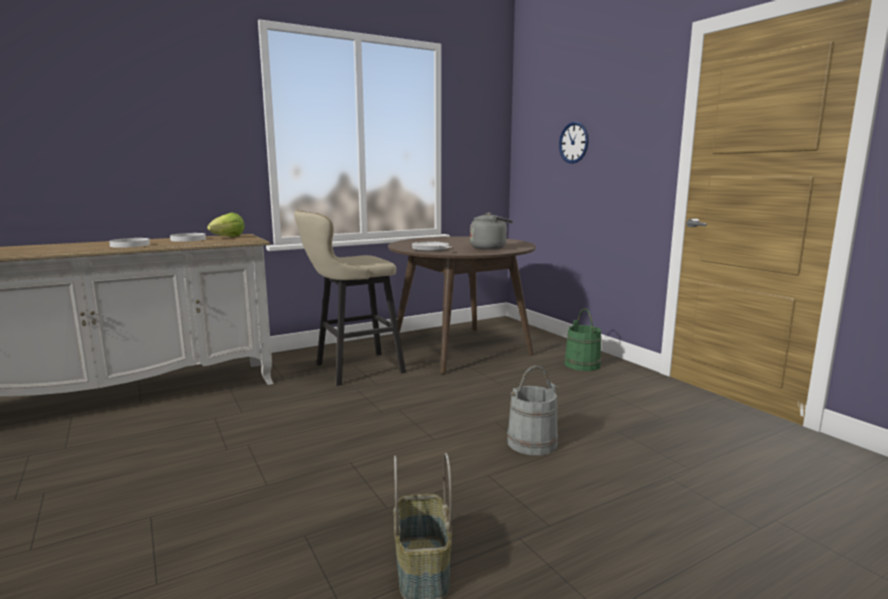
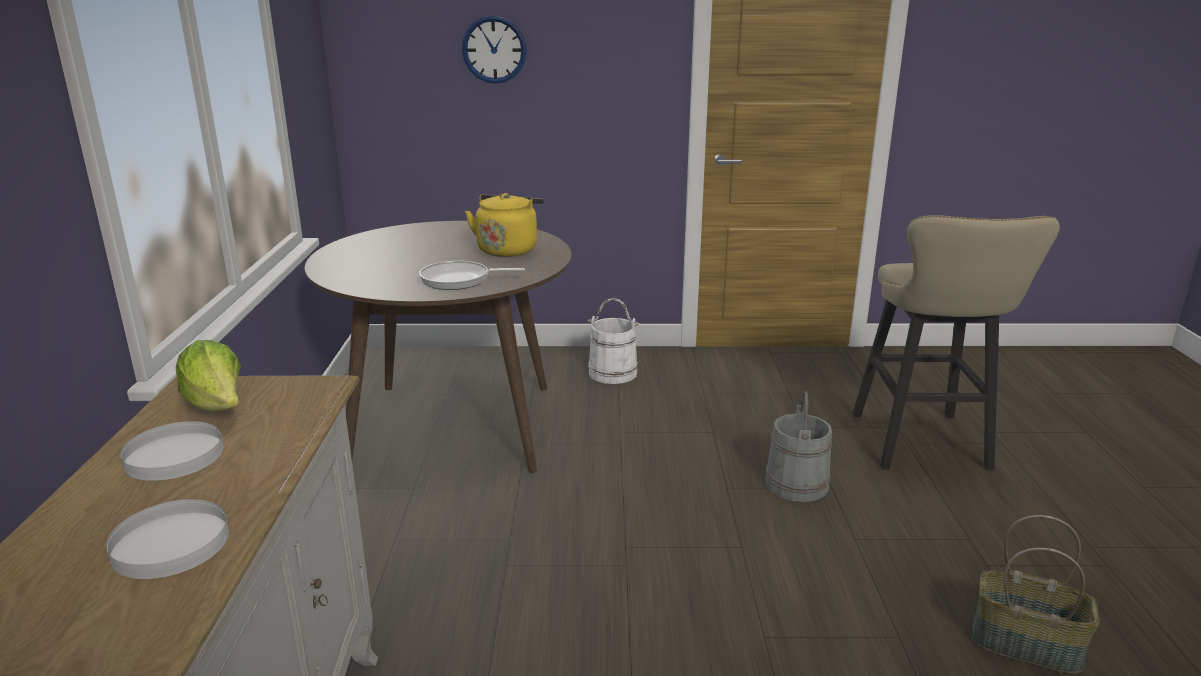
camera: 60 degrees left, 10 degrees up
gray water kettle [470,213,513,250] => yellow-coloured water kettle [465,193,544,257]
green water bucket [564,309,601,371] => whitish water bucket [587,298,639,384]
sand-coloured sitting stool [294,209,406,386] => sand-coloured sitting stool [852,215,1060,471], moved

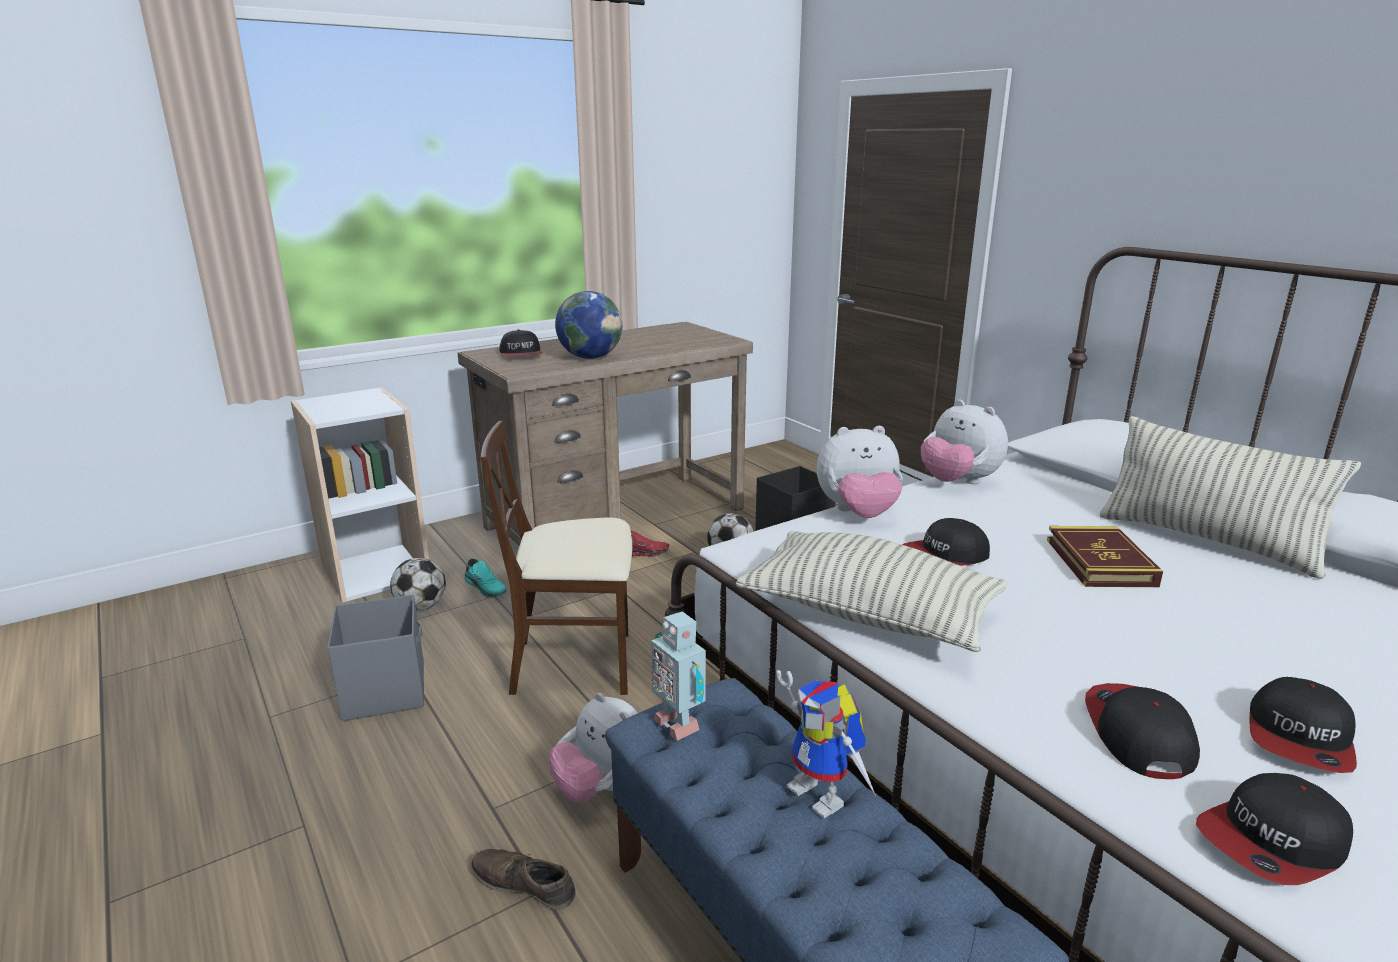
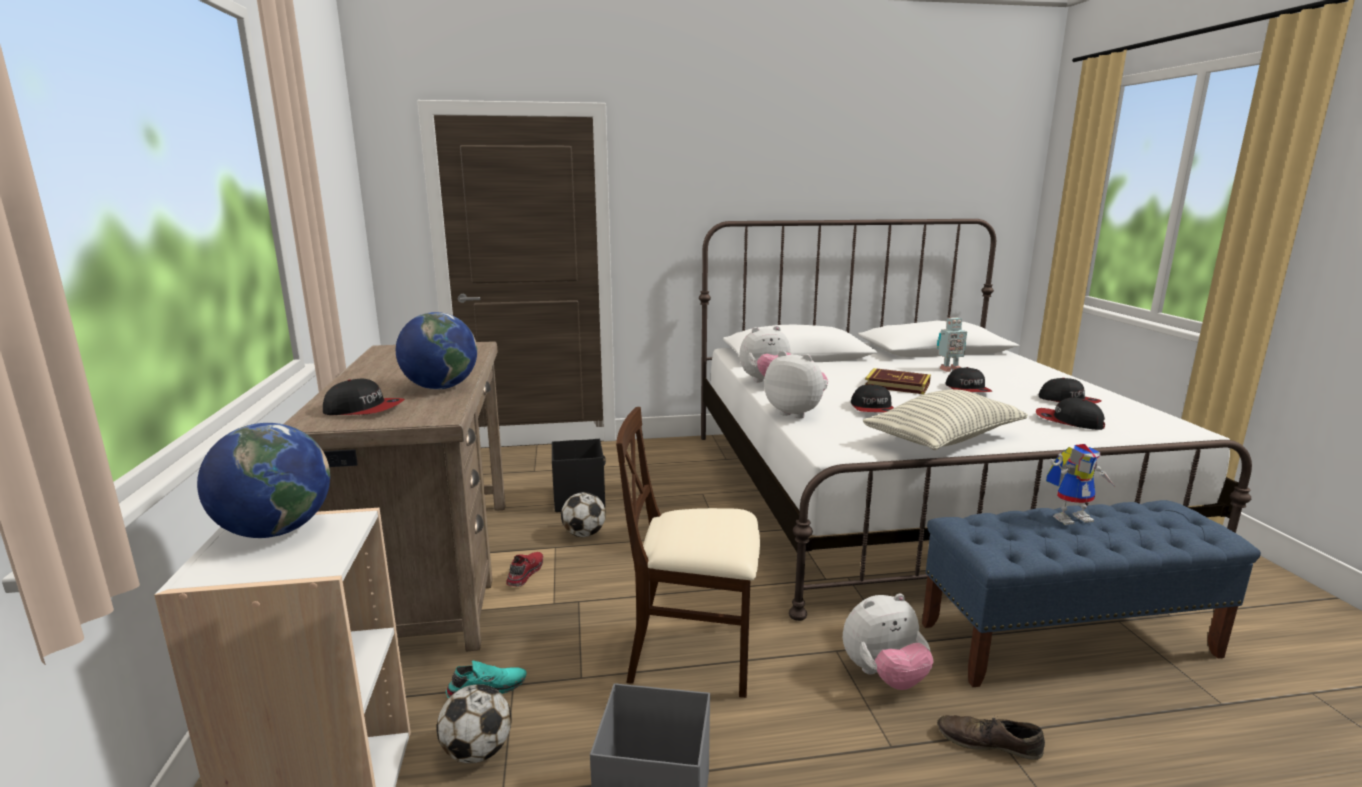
camera: 65 degrees left, 5 degrees down
nothing => world globe [197,423,330,538]
sand-coloured chair [481,421,632,695] => sand-coloured chair [616,407,760,698], 75 degrees clockwise
soft toy [817,426,903,518] => soft toy [764,351,828,418], 75 degrees counterclockwise
robot figure [651,611,706,741] => robot figure [937,317,967,372], moved
brown item of footwear [471,849,576,910] => brown item of footwear [937,715,1045,760], 60 degrees clockwise
cap [1196,773,1353,885] => cap [945,367,992,392], moved
pillow [1100,416,1361,579] => nothing

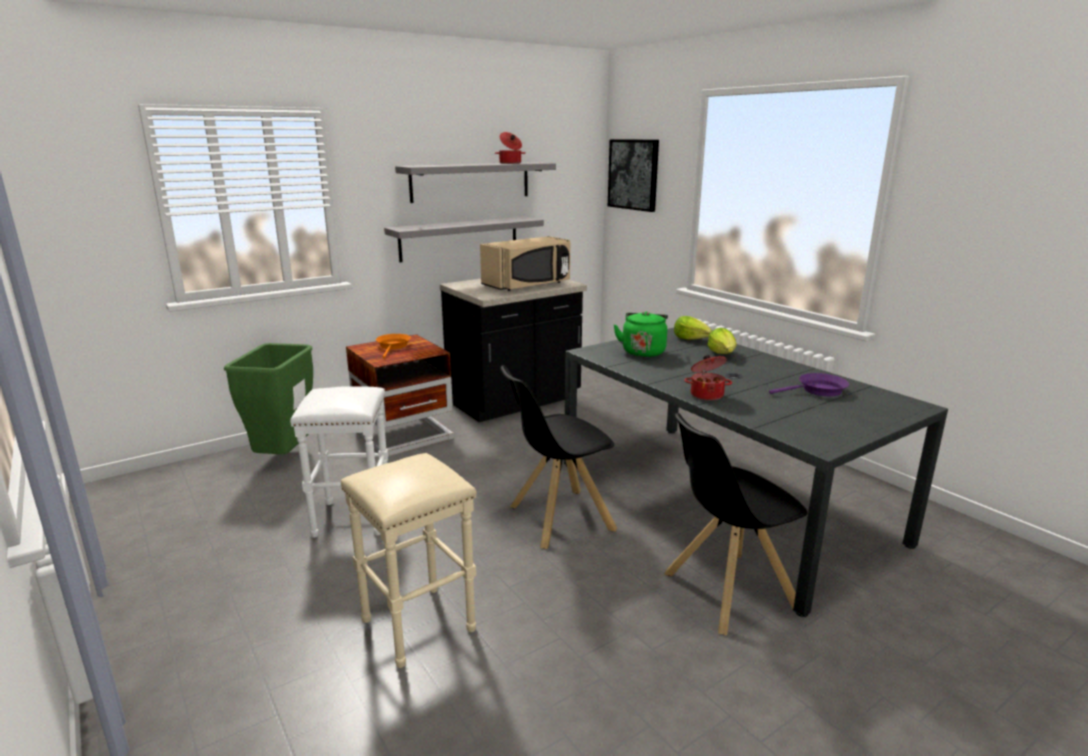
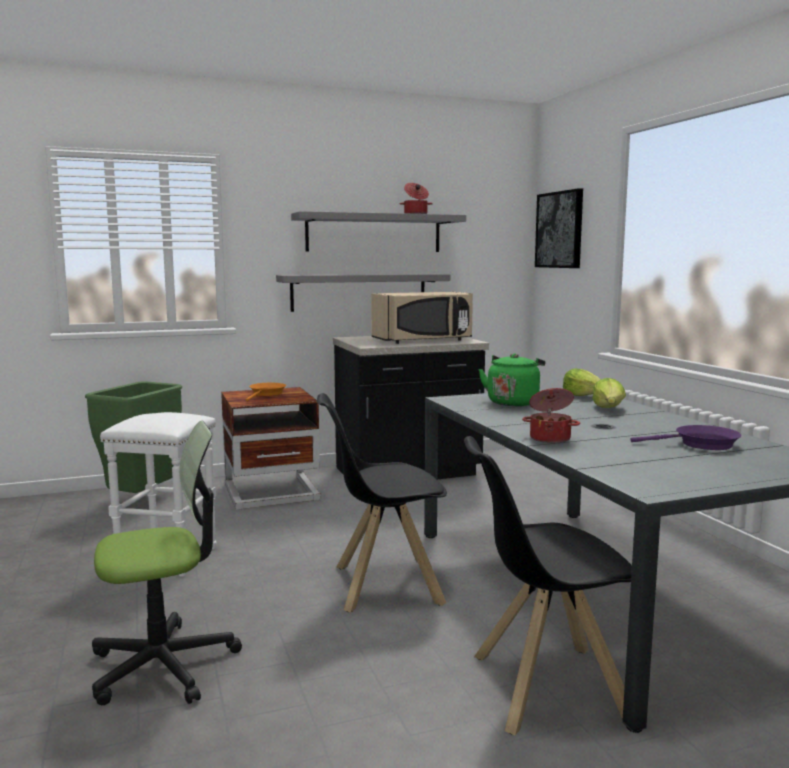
camera: 15 degrees right, 10 degrees down
sand-coloured sitting stool [341,453,476,668] => computer chair [92,421,242,705]

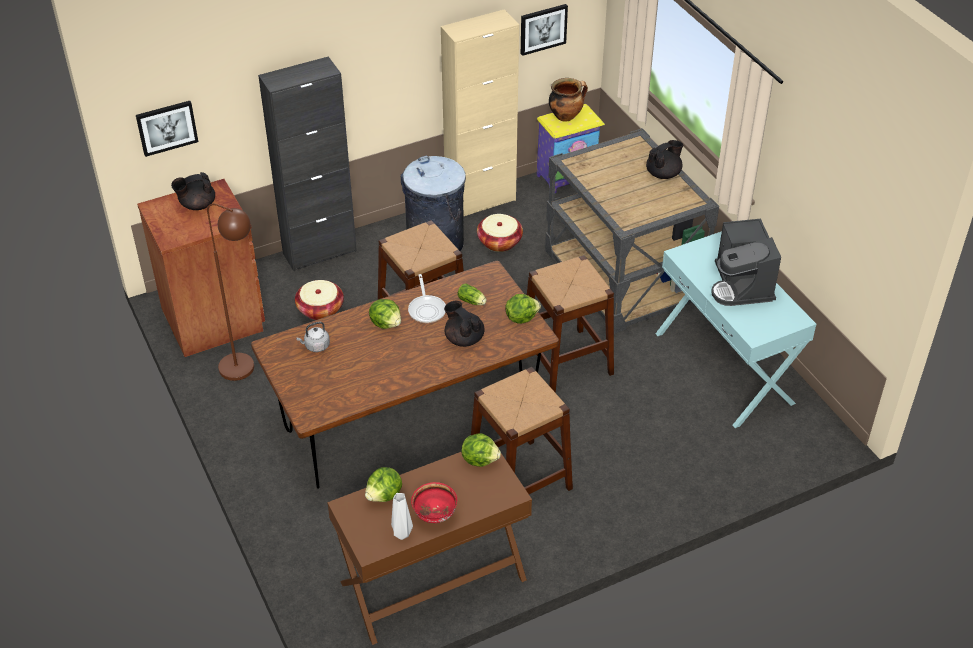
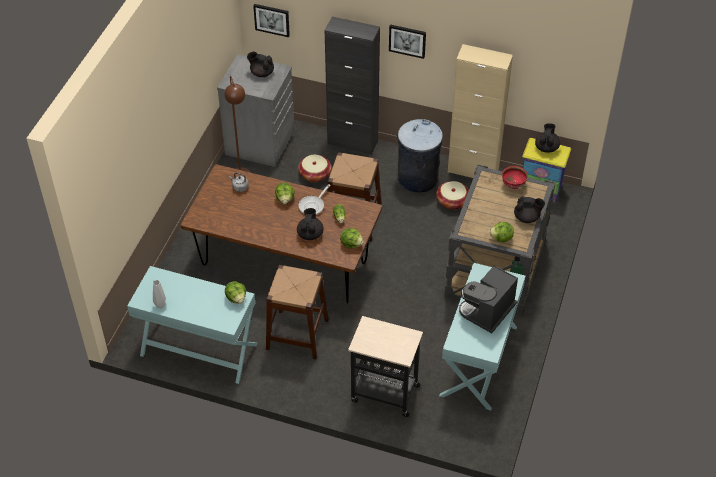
camera: 45 degrees right, 5 degrees up
brown narrow table [327,452,532,645] => blue-green narrow table [127,266,258,384]
brown chest of drawers [137,179,265,357] => gray chest of drawers [217,54,295,167]
nothing => wheeled cart [348,316,423,417]
wall art [521,4,568,56] => wall art [389,24,426,59], moved
lettuce [365,467,402,502] => lettuce [489,222,514,242], moved
red deep dish [411,482,457,523] => red deep dish [502,166,528,189], moved
saucepot [549,78,588,122] => black pot for tea [535,123,560,153]
brown sitting stool [527,255,614,393] => nothing

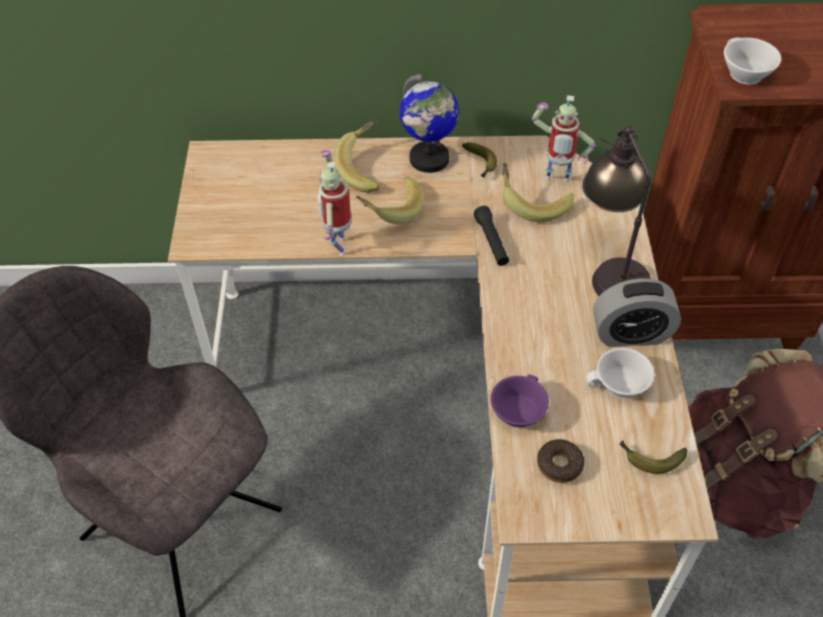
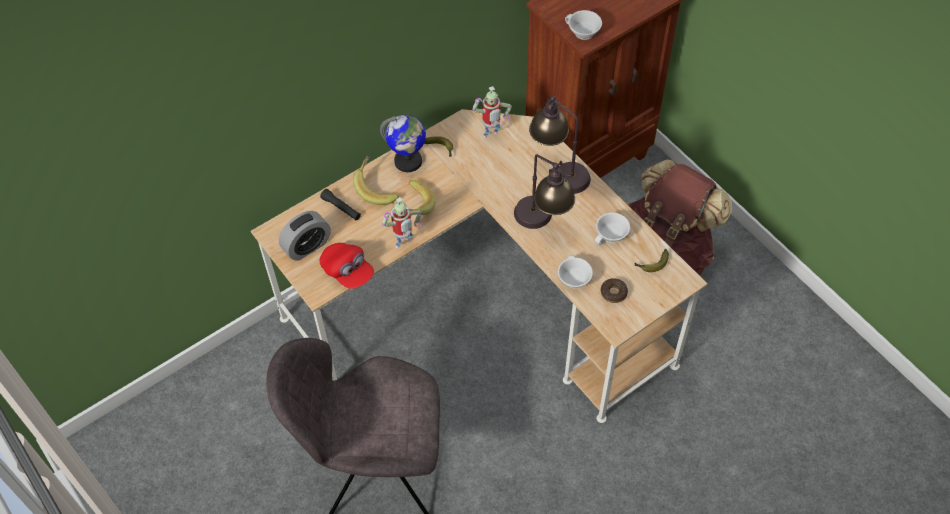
camera: 35 degrees left, 5 degrees up
bedside clock [593,278,681,347] => bedside clock [279,211,331,261], moved
black torch [474,206,509,266] => black torch [320,189,361,220], moved
nothing => red cap [320,243,374,289]
robot figure [318,150,351,256] => robot figure [382,197,422,248], 90 degrees counterclockwise
nothing => table lamp [514,154,575,229]
purple-coloured drinking cup [490,374,549,427] => whitish drinking cup [558,255,593,288]
whole banana [502,163,574,222] => nothing

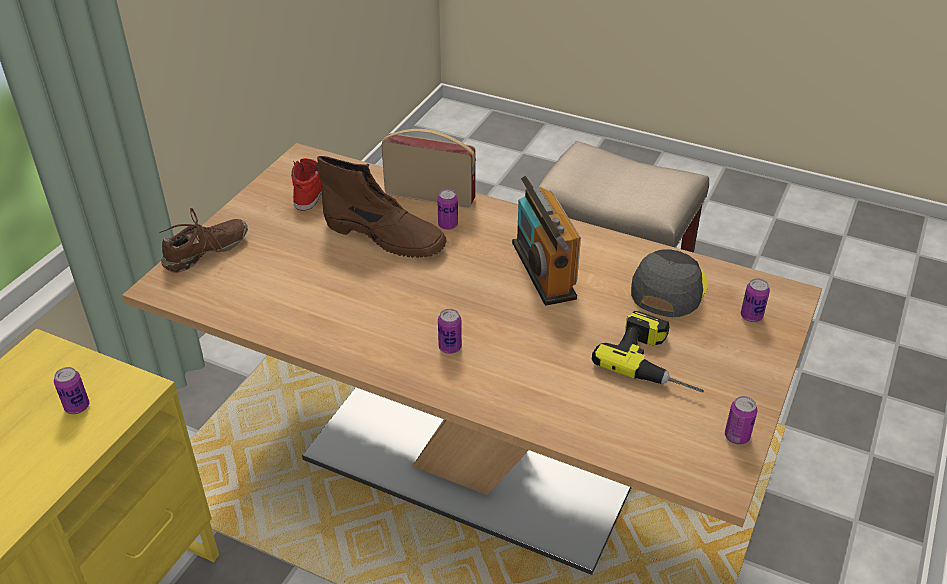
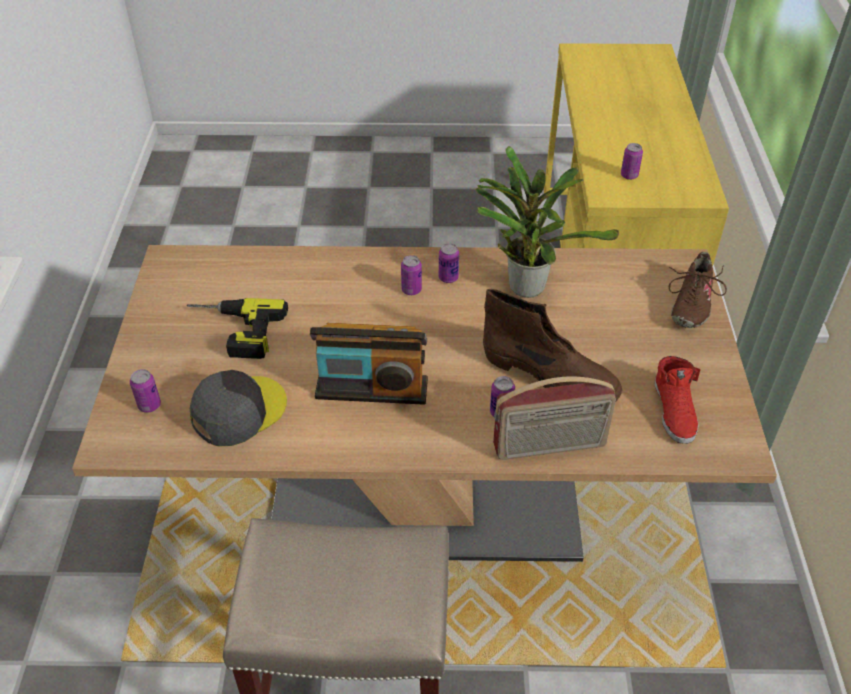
camera: 155 degrees right, 5 degrees up
gray cap [631,249,708,317] => gray cap [190,370,287,447], 135 degrees counterclockwise
radio [512,176,581,306] => radio [310,323,428,405], 135 degrees clockwise
metal can [725,396,757,445] => metal can [439,243,459,283], moved
nothing => plant in a pot [475,146,619,298]
brown high-top boot [317,156,447,258] => brown high-top boot [483,289,622,401], 150 degrees counterclockwise

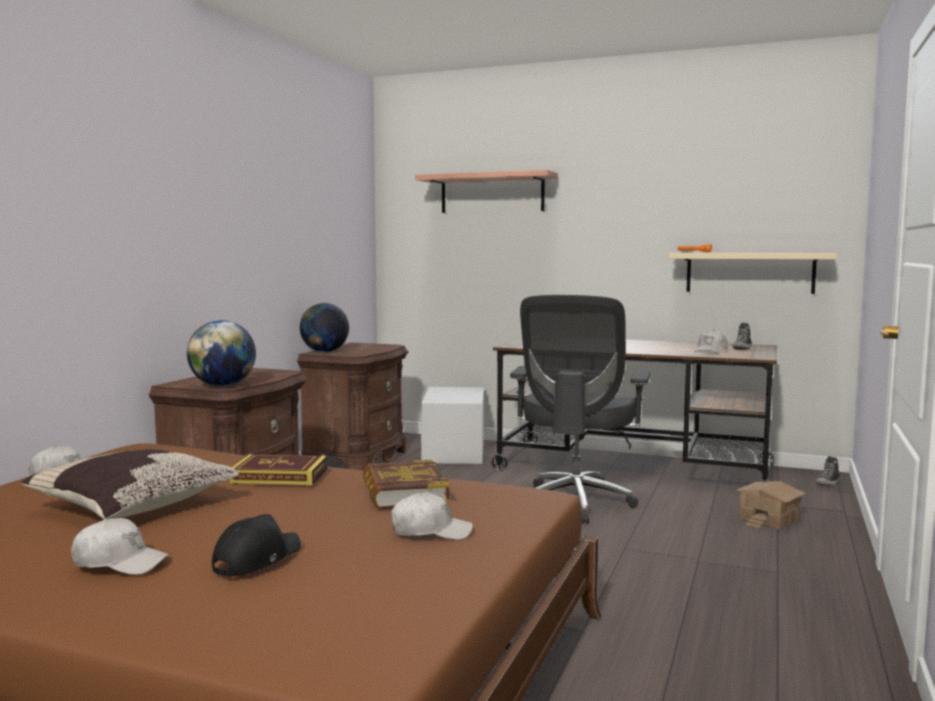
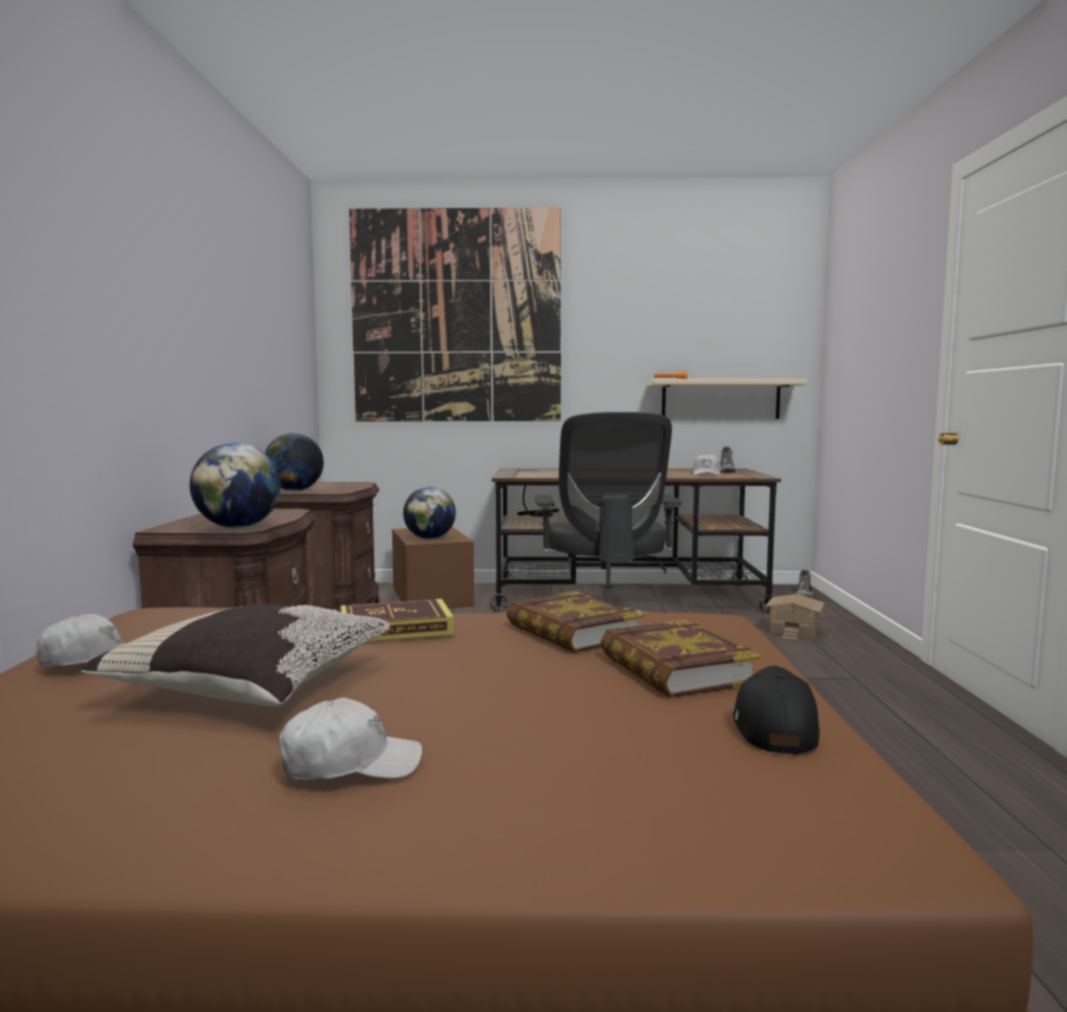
camera: 20 degrees left, 0 degrees up
shelf [415,170,558,213] => wall art [349,208,561,421]
whitish storage bin [421,387,484,464] => brown storage bin [392,527,474,609]
nothing => world globe [403,487,456,539]
whitish cap [391,492,473,540] => book [601,620,761,698]
black cap [212,514,301,577] => black cap [733,665,820,755], moved

